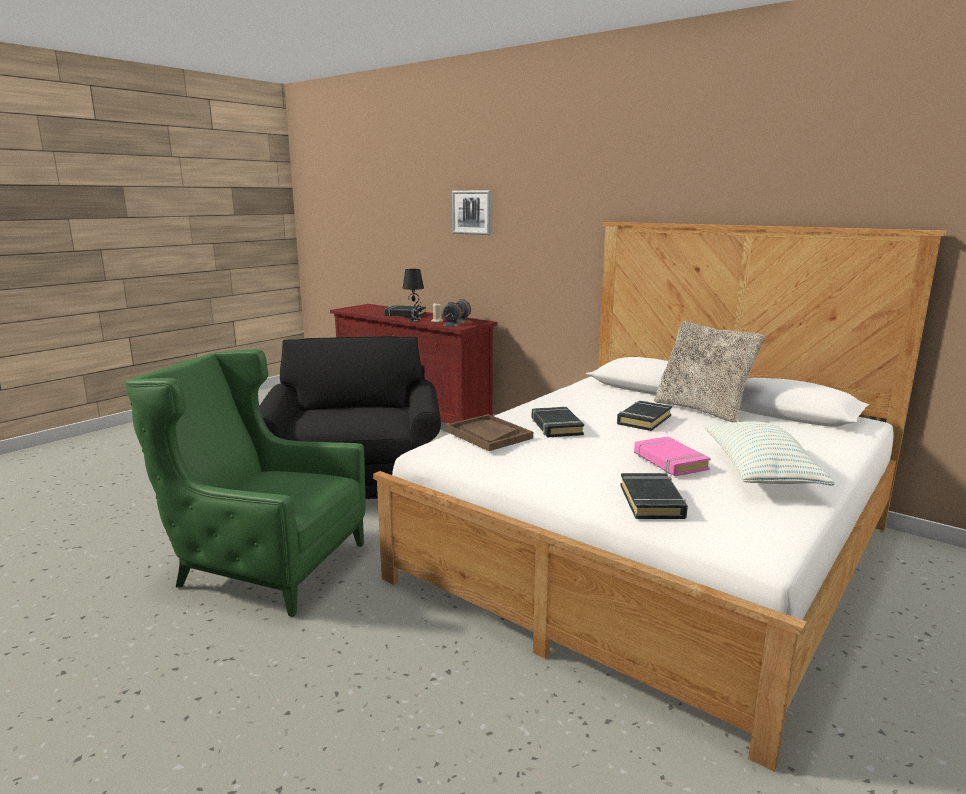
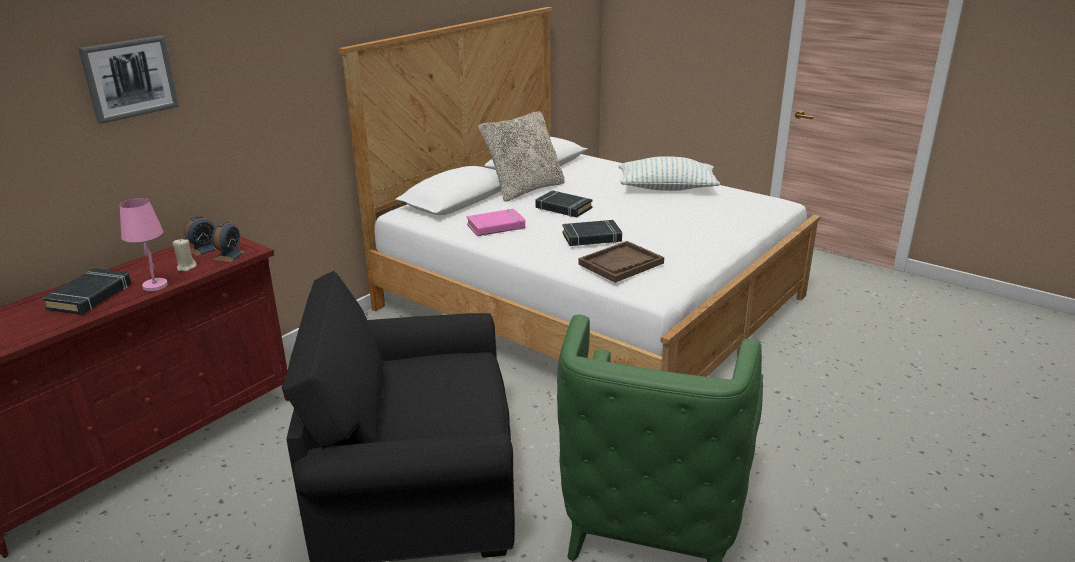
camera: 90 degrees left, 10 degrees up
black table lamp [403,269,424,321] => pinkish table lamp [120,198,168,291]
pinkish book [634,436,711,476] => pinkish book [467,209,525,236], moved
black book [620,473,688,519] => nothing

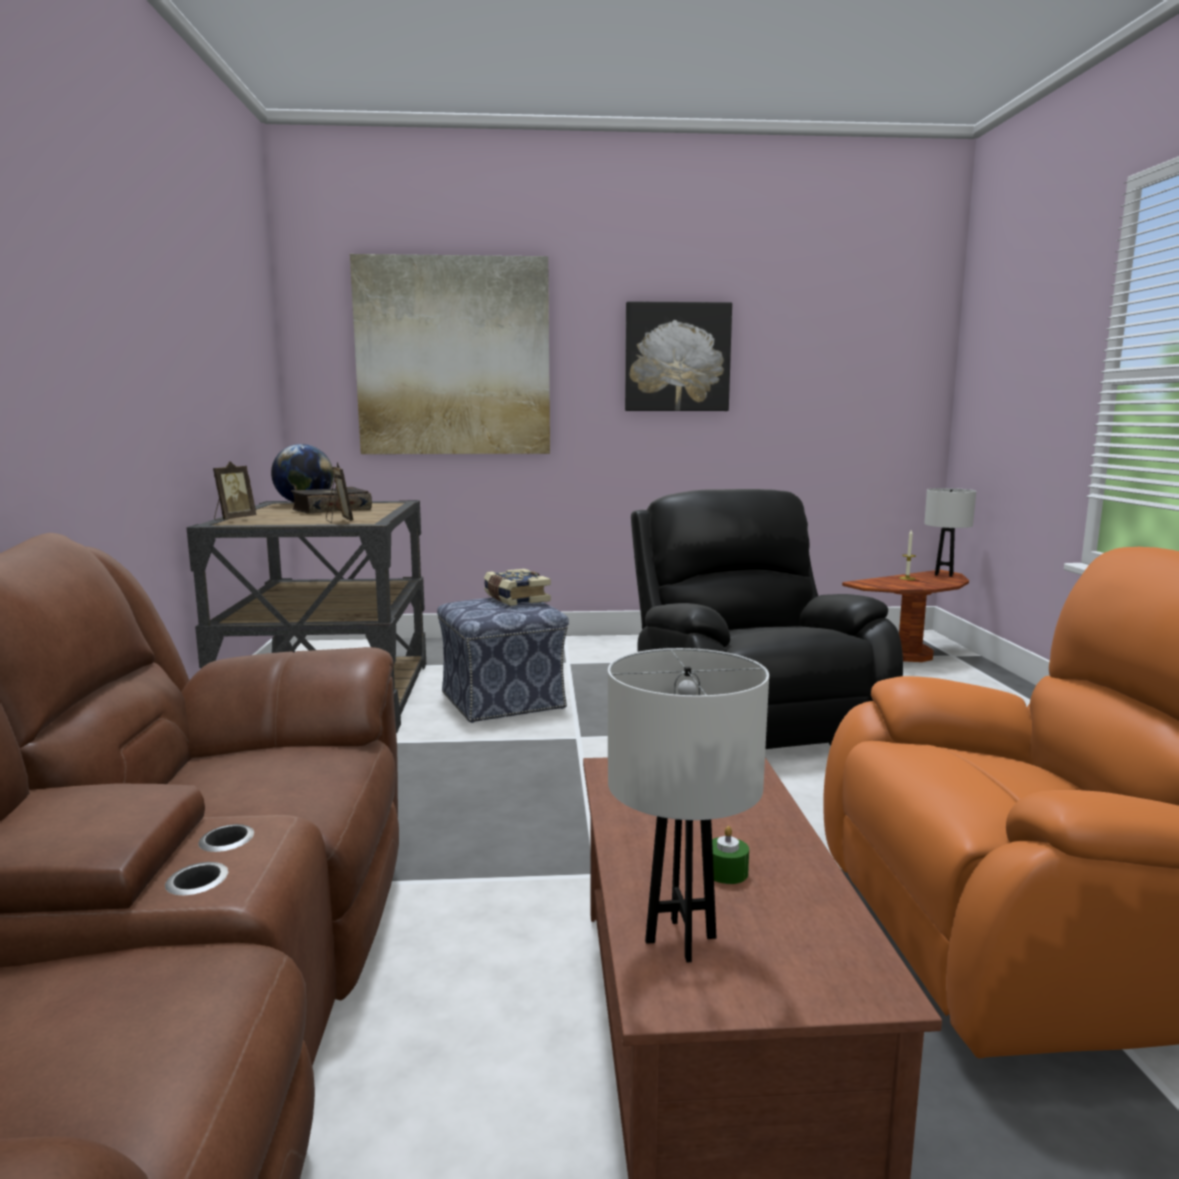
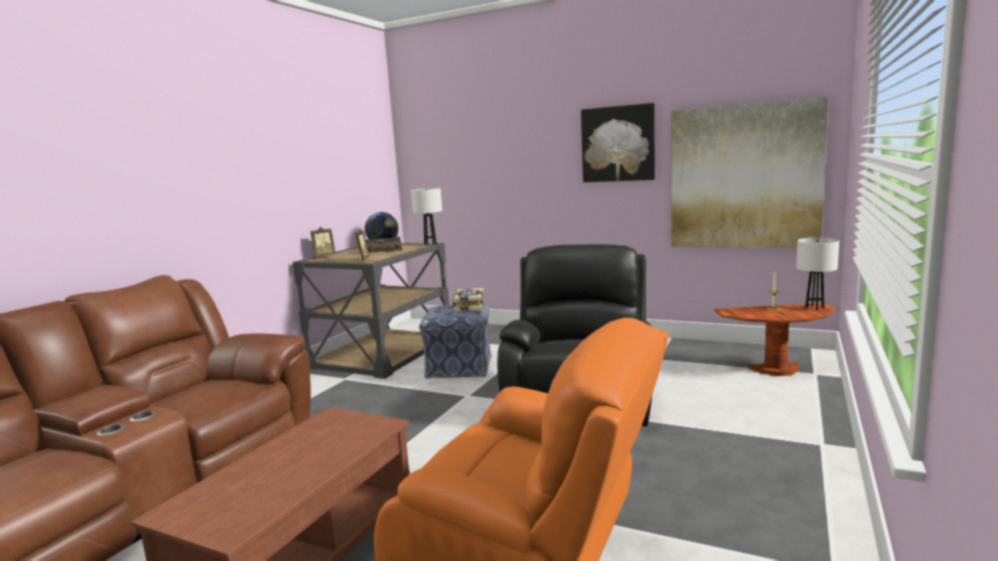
camera: 30 degrees right, 0 degrees up
whitish table lamp [608,648,769,963] => whitish table lamp [411,188,442,246], moved
wall art [350,254,550,454] => wall art [672,97,828,248], moved
green candle [712,826,749,884] => nothing

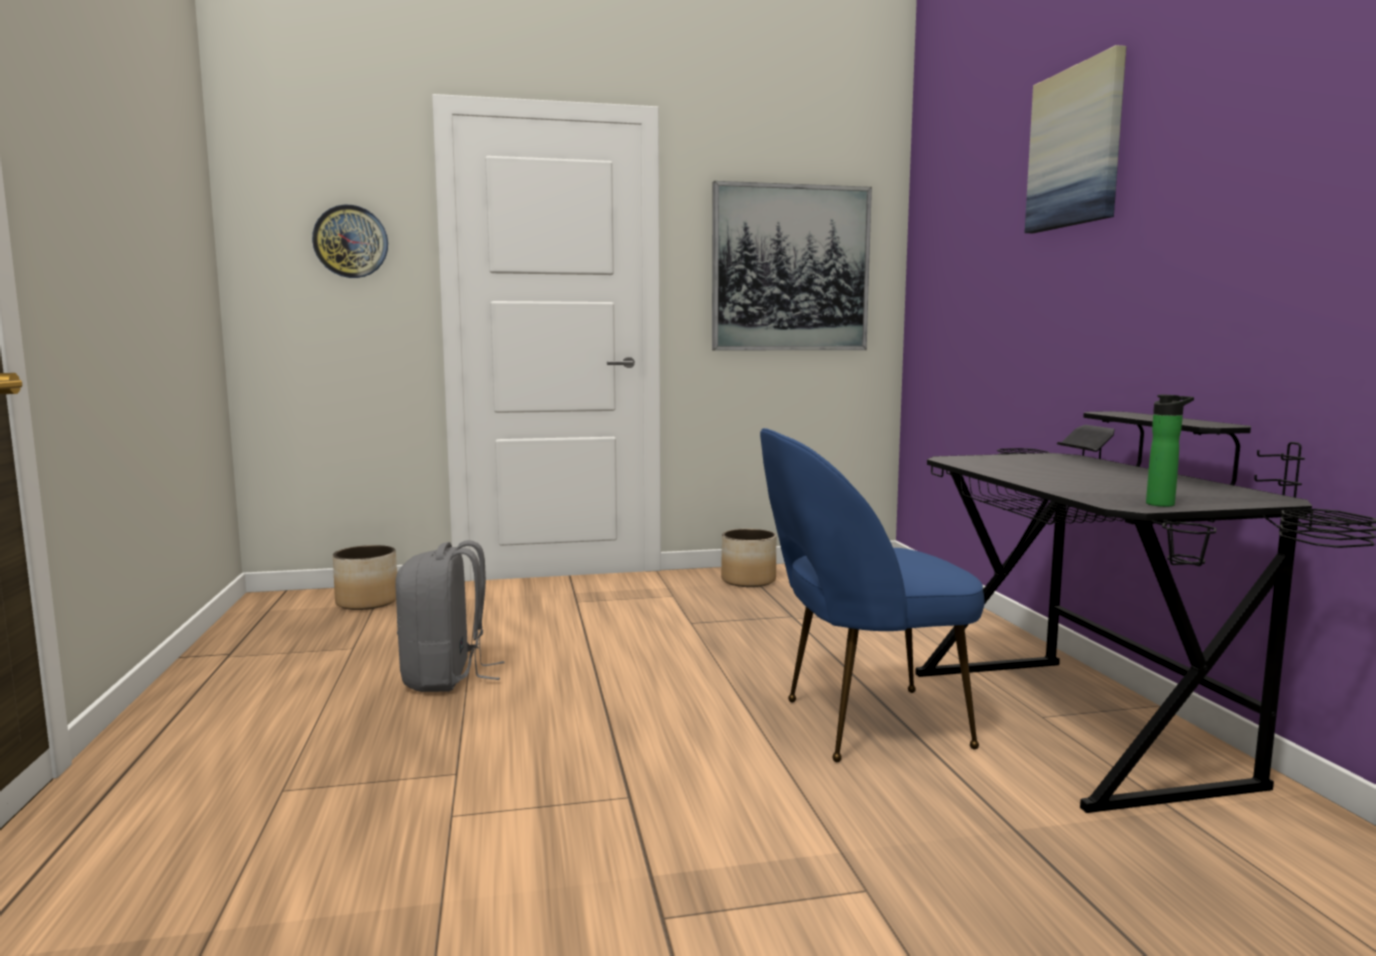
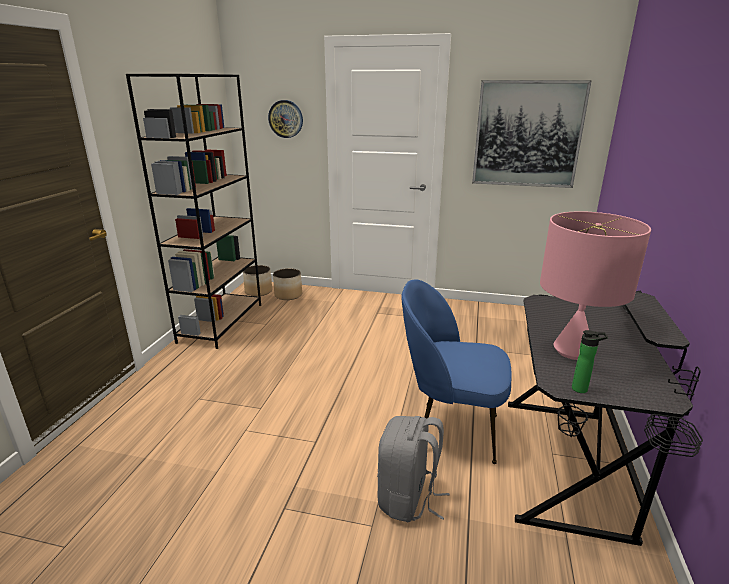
camera: 25 degrees right, 15 degrees up
nothing => sand-coloured bookshelf [126,74,261,349]
plant pot [721,529,776,587] => plant pot [243,265,272,296], moved
gray rucksack [395,540,505,692] => gray rucksack [377,416,450,522], moved
nothing => pinkish table lamp [540,211,651,360]
wall art [1024,45,1126,233] => nothing

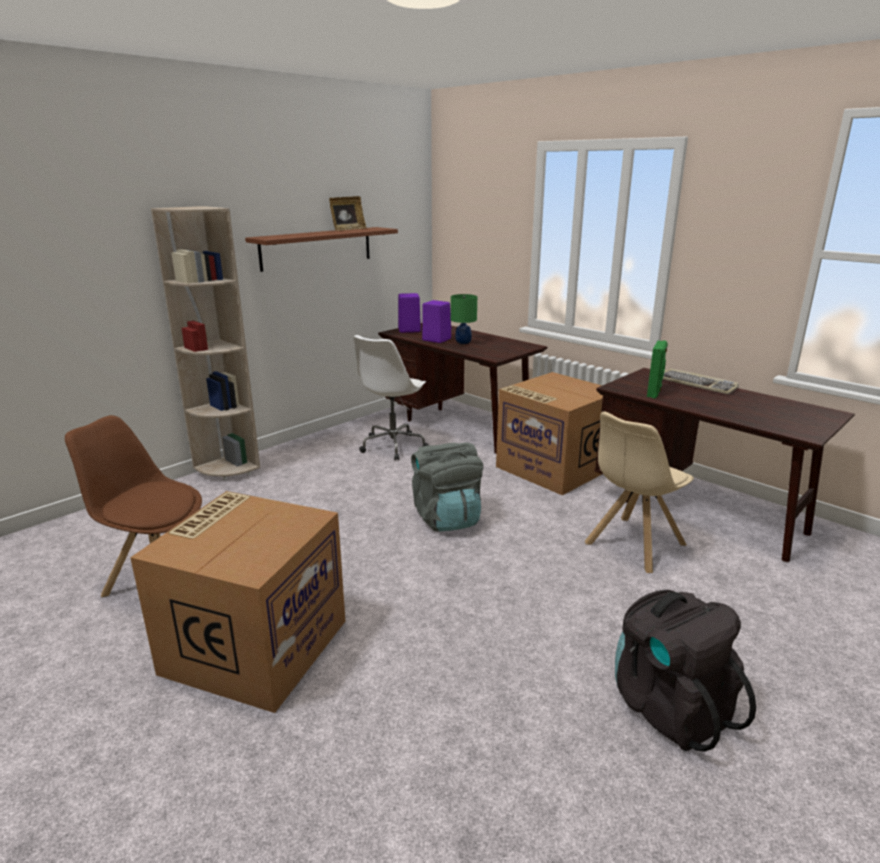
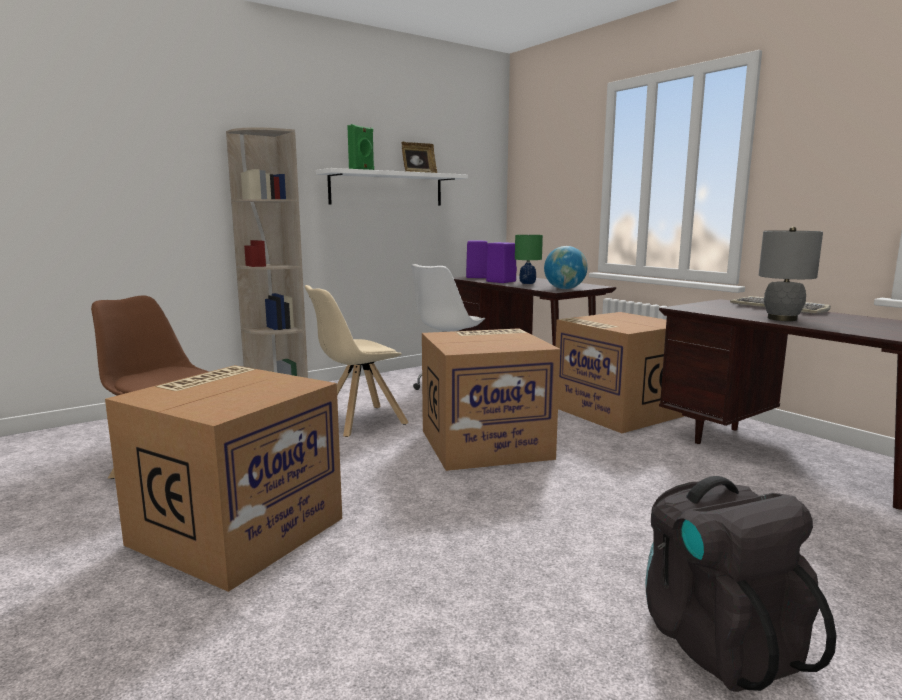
camera: 10 degrees right, 10 degrees down
sand-coloured chair [585,412,694,573] => sand-coloured chair [304,285,409,437], moved
brown shelf [245,227,398,272] => whitish shelf [316,168,468,206]
green speaker [647,340,668,398] => green speaker [347,124,374,170], moved
gray rucksack [411,442,483,532] => cardboard box [422,328,560,471]
nothing => world globe [544,246,588,289]
nothing => gray table lamp [759,227,823,321]

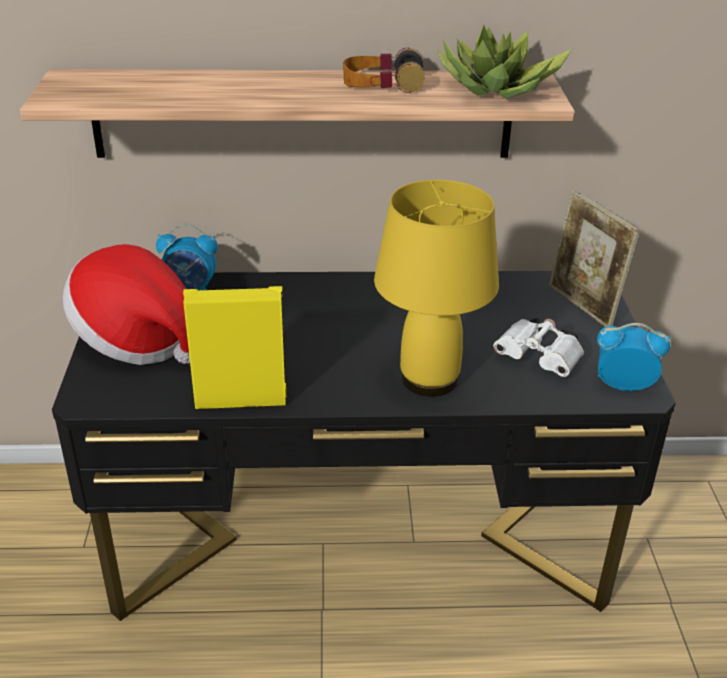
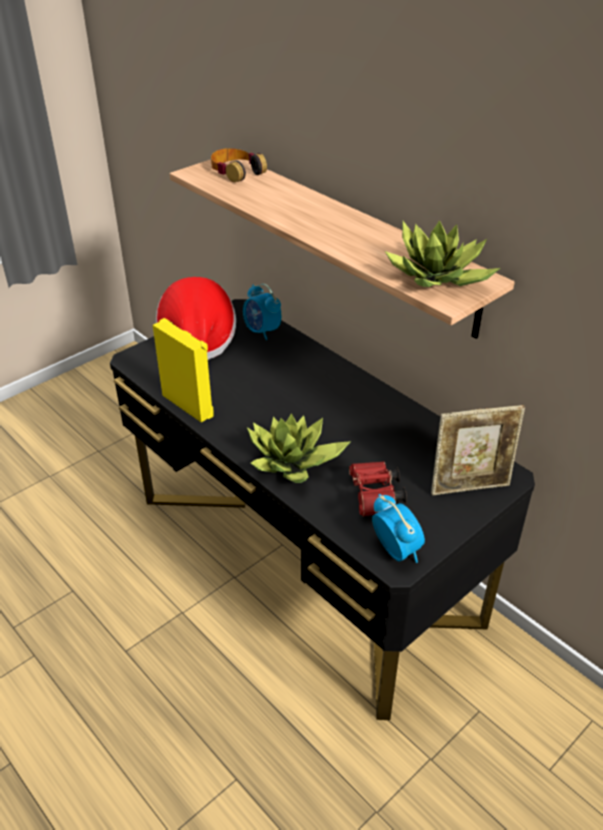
camera: 50 degrees right, 5 degrees up
headset [343,48,425,93] => headset [211,148,267,183], moved
yellow-coloured table lamp [374,180,499,397] => plant in a pot [247,413,351,483]
whitish field glasses [493,318,584,377] => red field glasses [349,461,407,517]
picture frame [549,190,640,327] => picture frame [431,405,525,495], 120 degrees counterclockwise

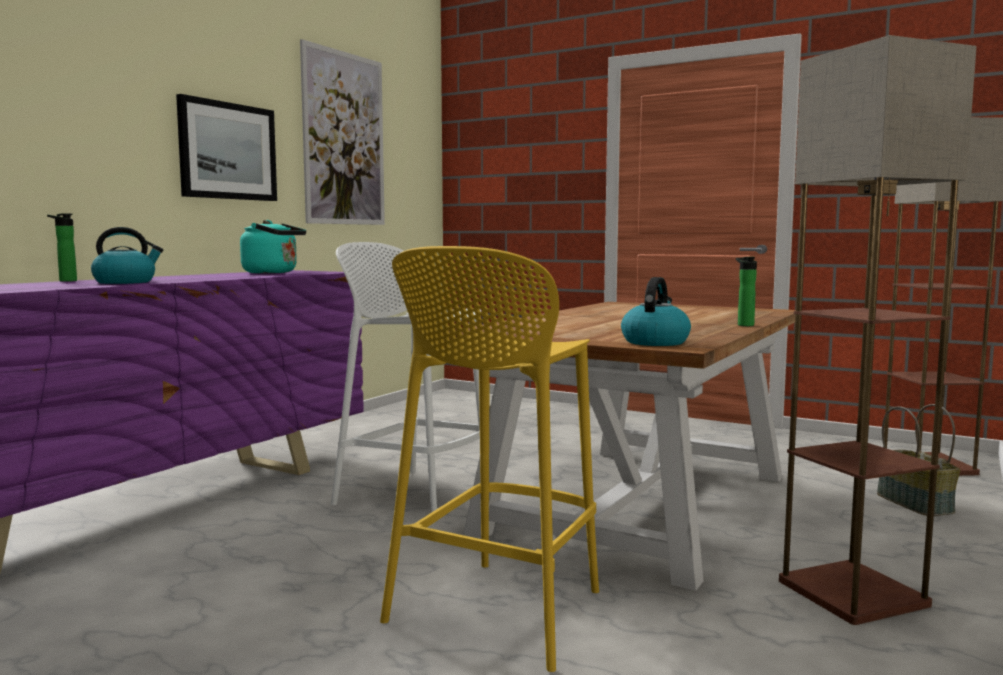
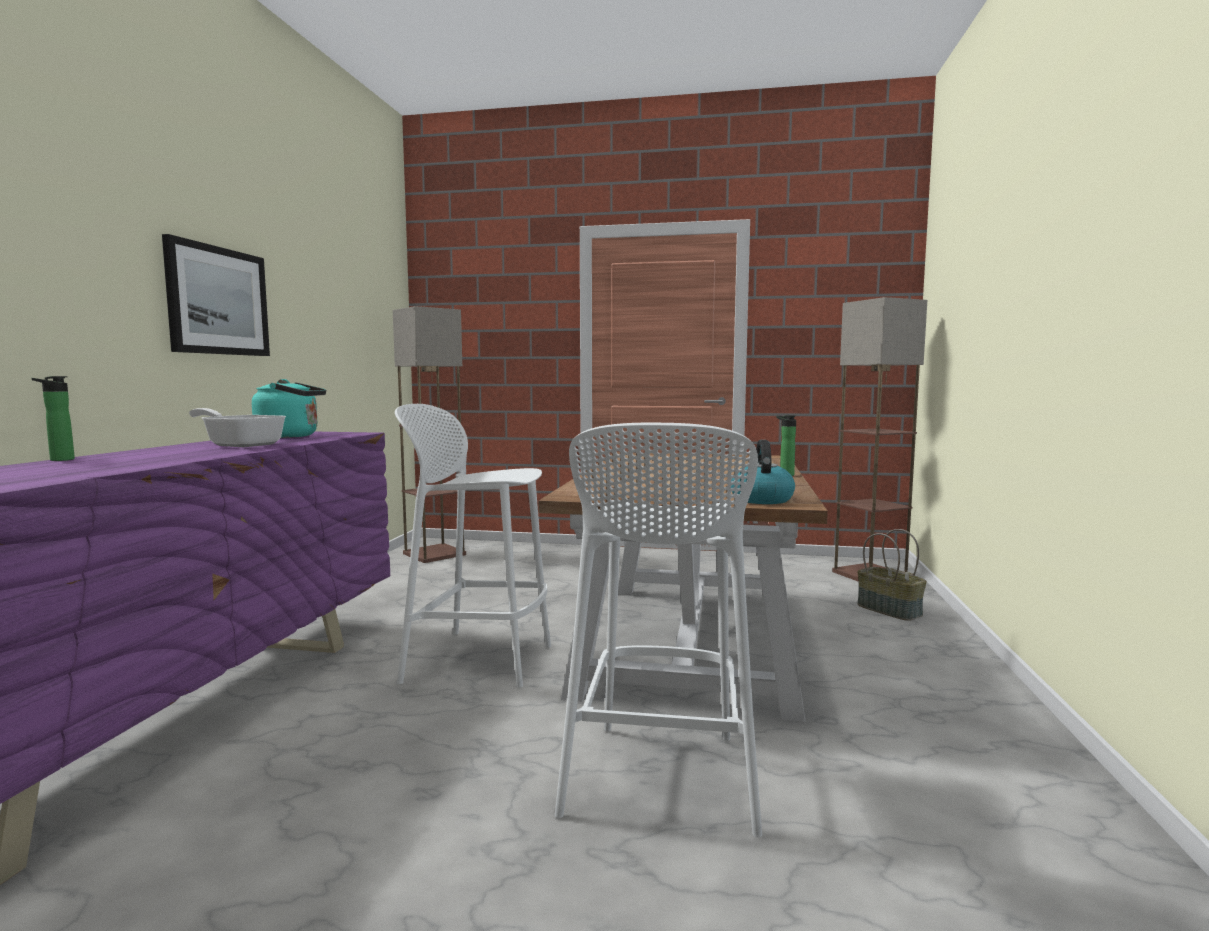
camera: 20 degrees left, 0 degrees up
nothing => frying pan [189,408,286,447]
standing lamp [779,35,977,625] => standing lamp [393,306,466,563], moved
yellow-coloured sitting stool [380,246,599,672] => whitish sitting stool [555,423,762,838]
water kettle [91,227,163,284] => nothing
wall art [300,39,385,225] => nothing

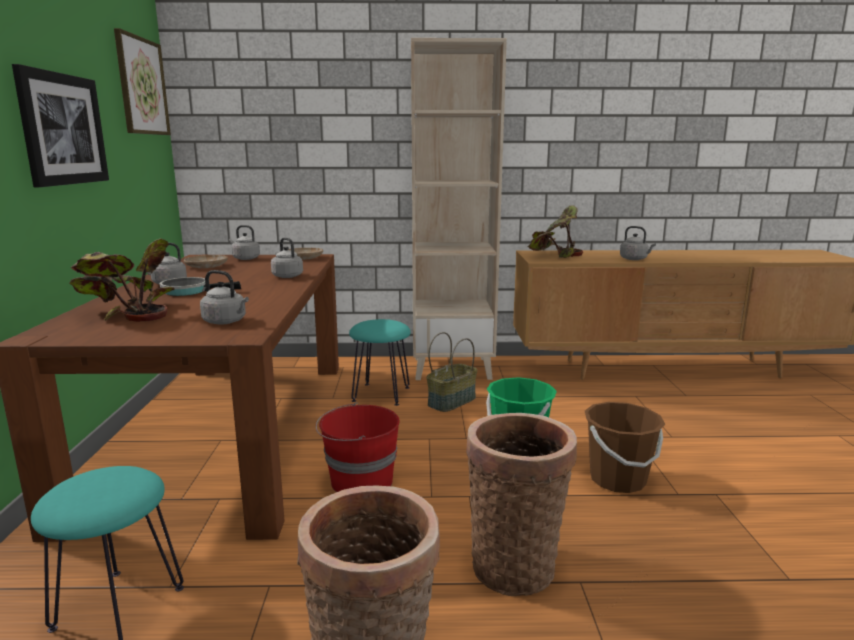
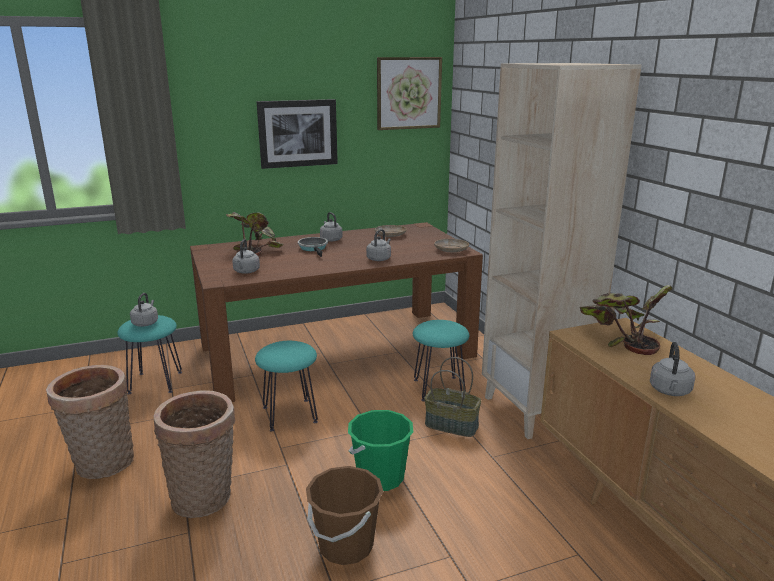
camera: 70 degrees right, 5 degrees up
gray water kettle [229,225,260,260] => gray water kettle [130,293,158,327], moved
red water bucket [316,403,400,492] => blue-green sitting stool [255,341,318,431]

